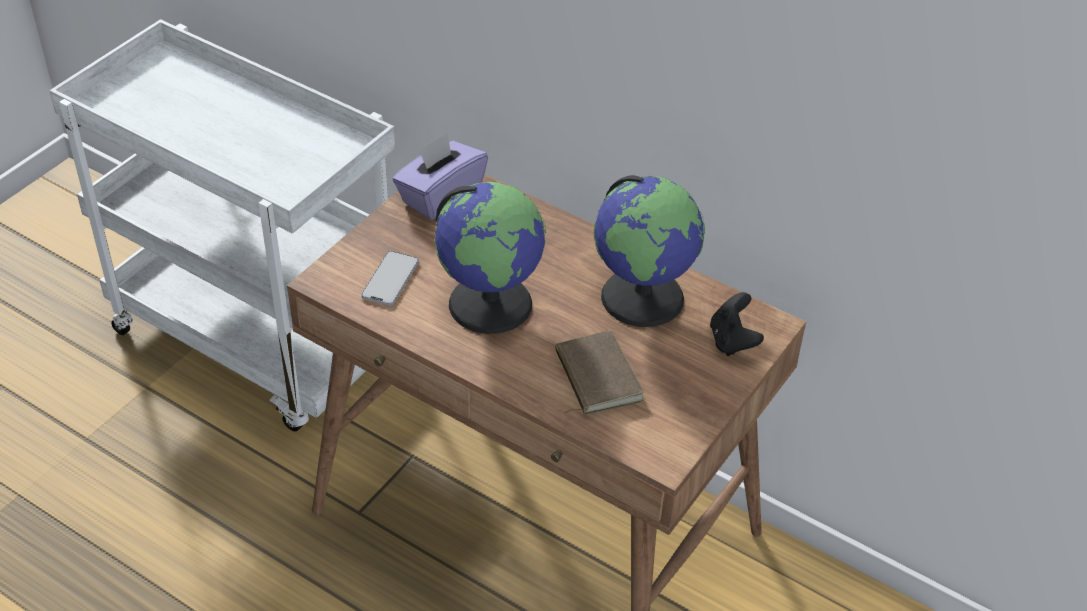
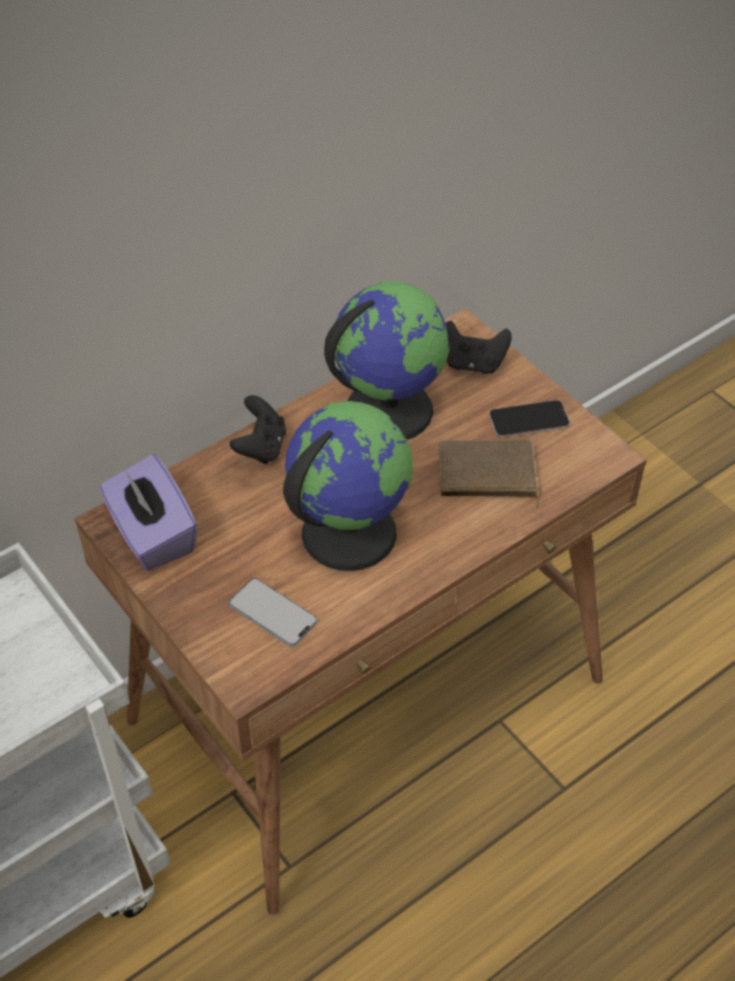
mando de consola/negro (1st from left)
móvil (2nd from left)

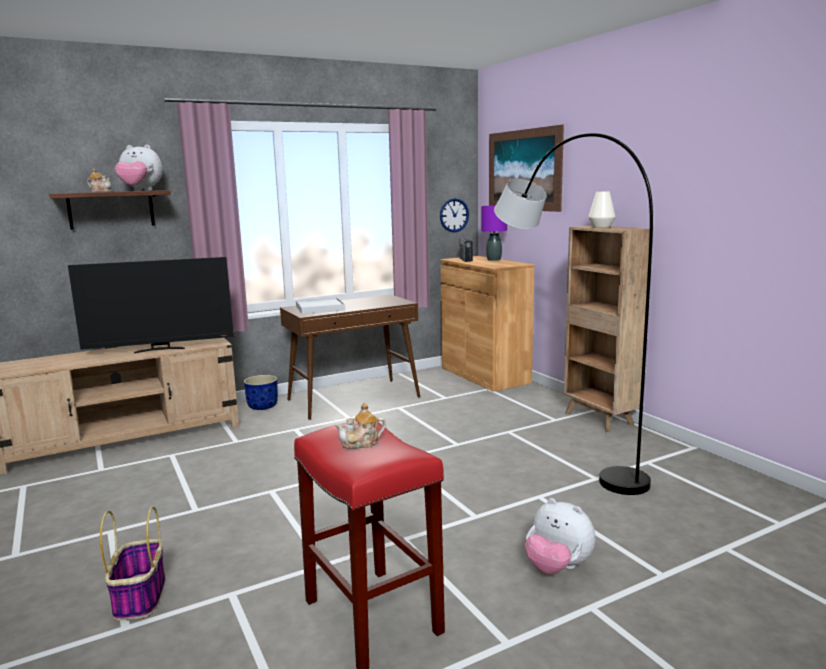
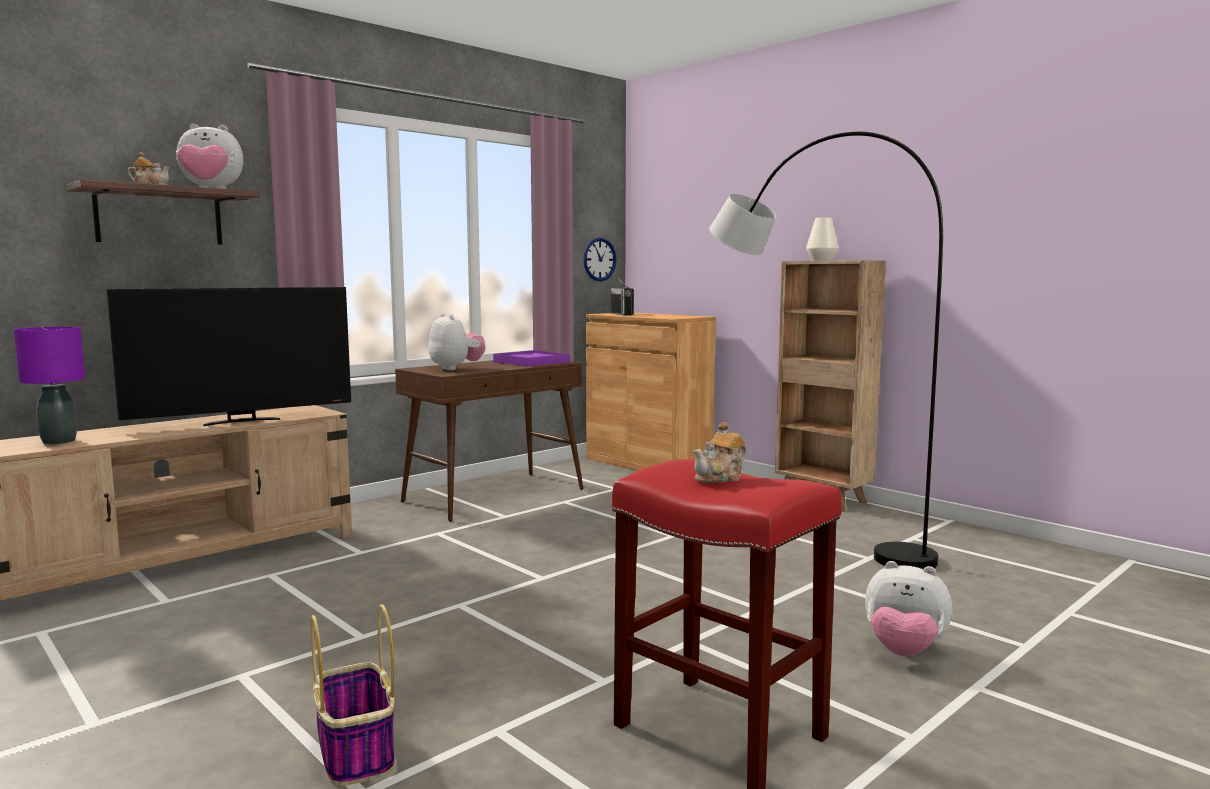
cuadro
lámpara de mesa/morado
peluche (2nd from left)
maceta/azul
bandeja/morado

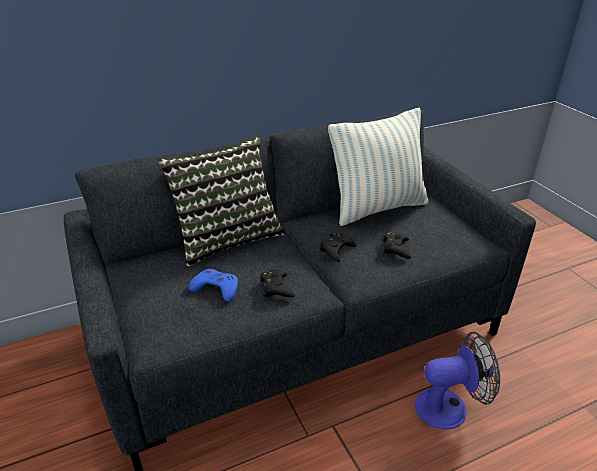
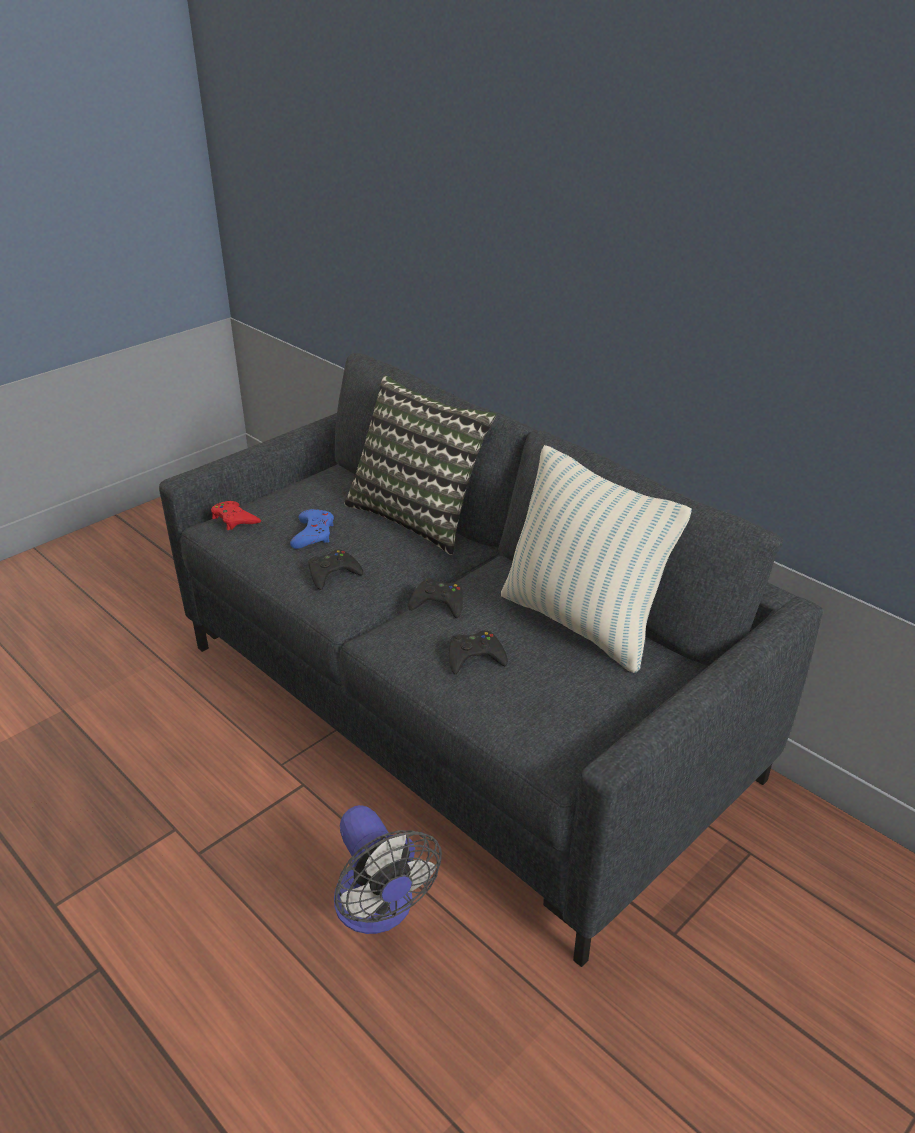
mando de consola/rojo

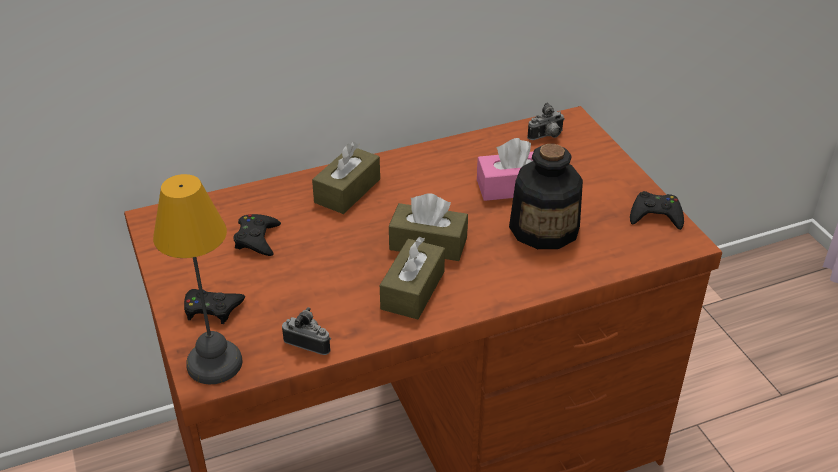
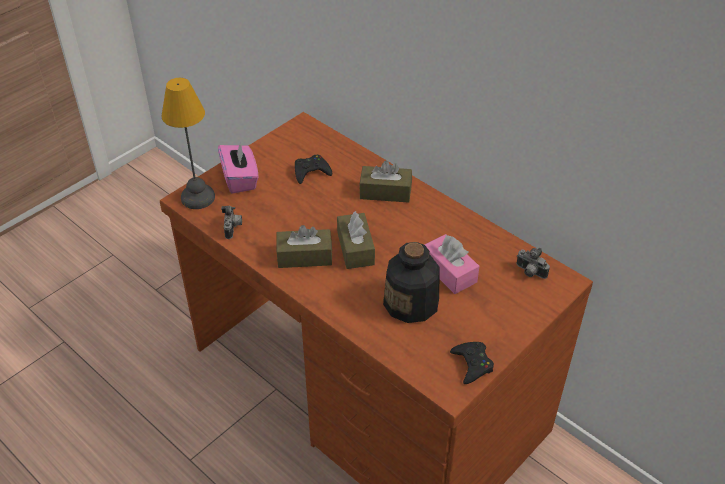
caja de pañuelos/rosa (1st from left)

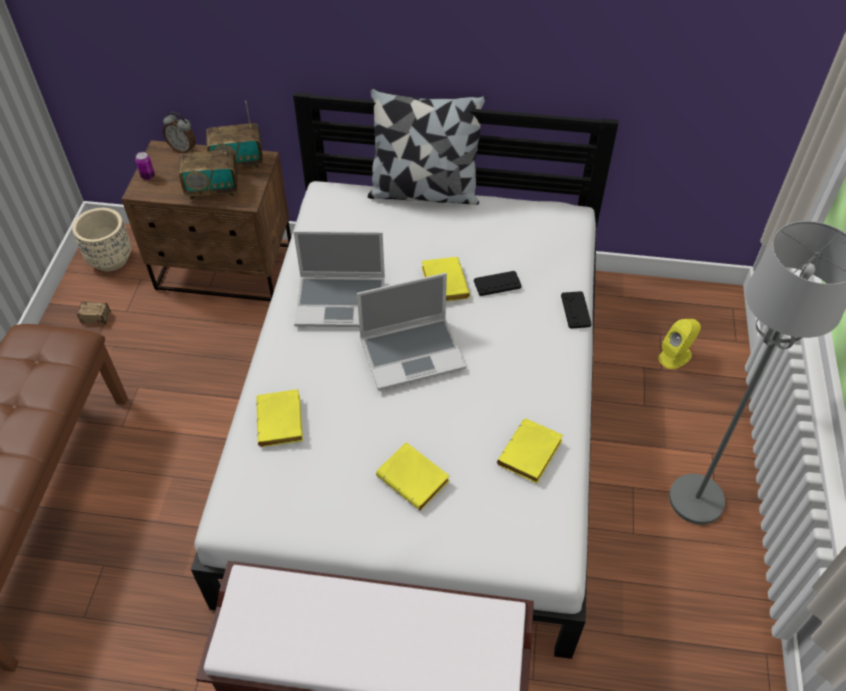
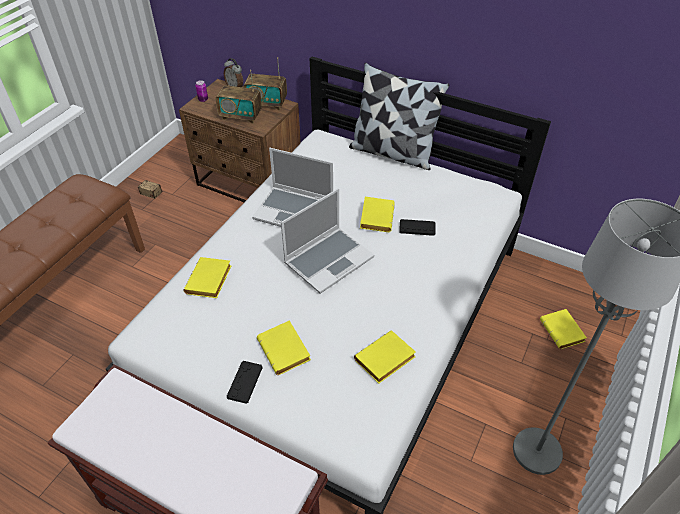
maceta/beis
portátil (2nd from left)
mando de consola/negro (1st from left)
libro/amarillo (5th from left)

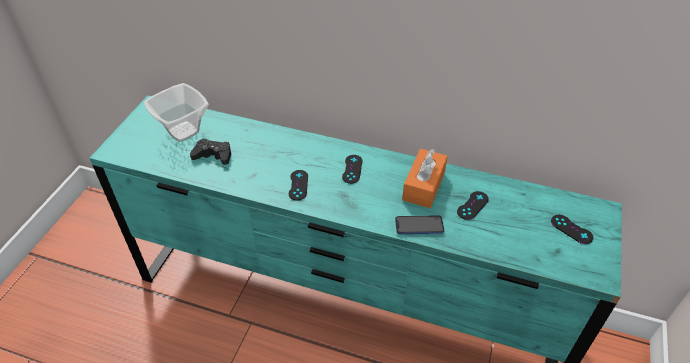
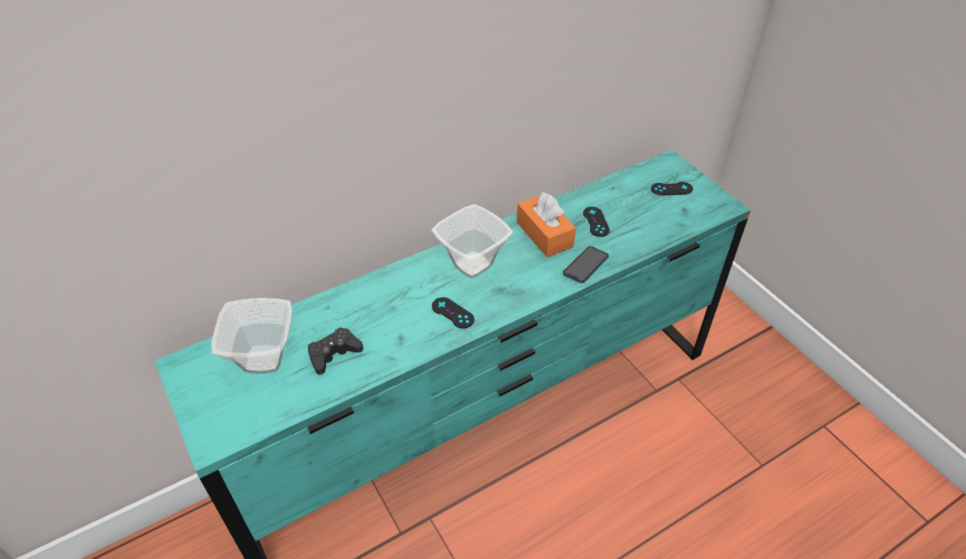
cuenco (2nd from left)

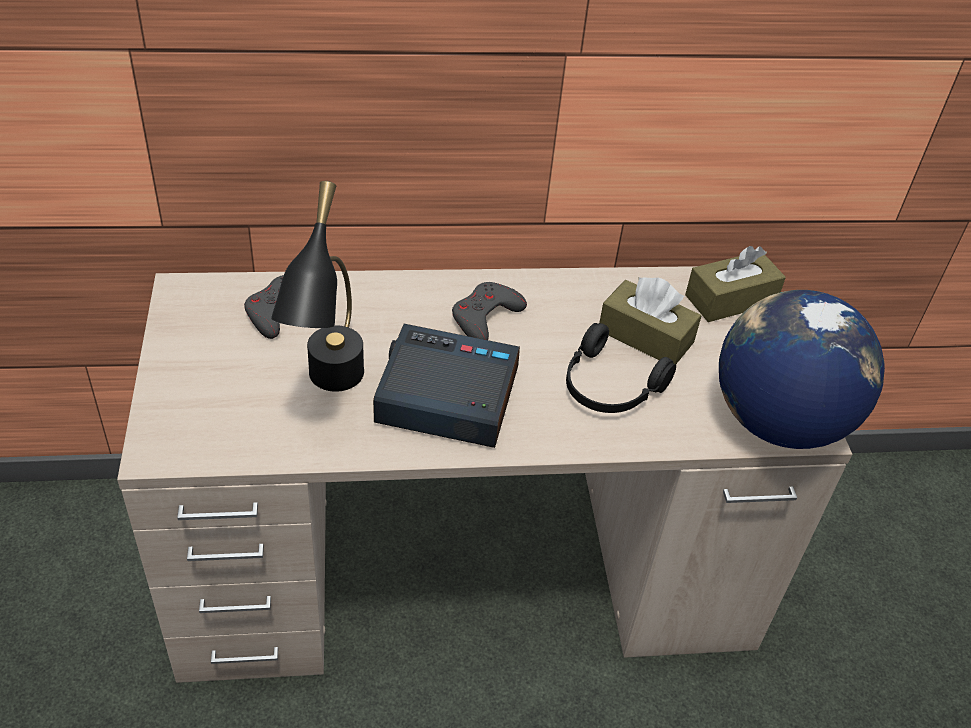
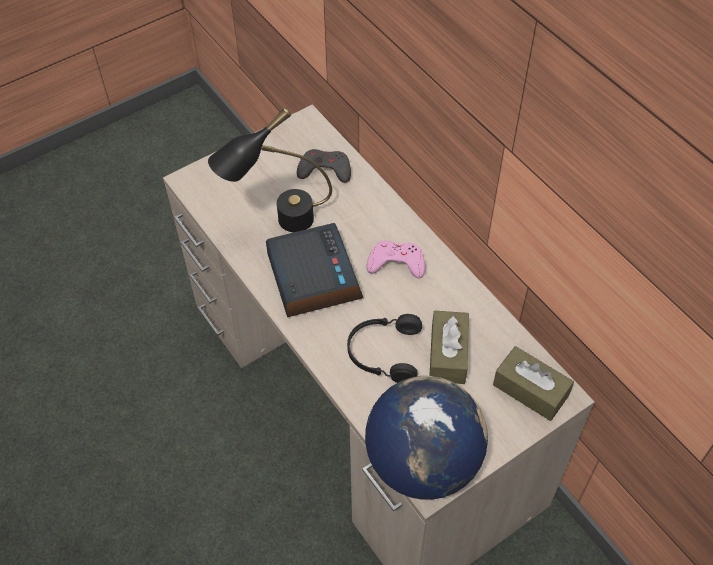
mando de consola/rosa

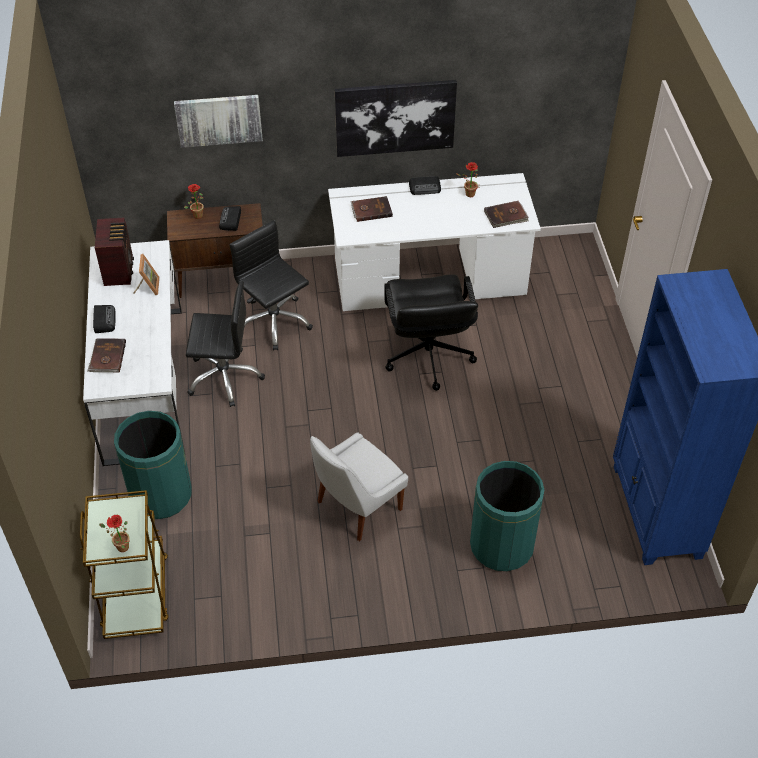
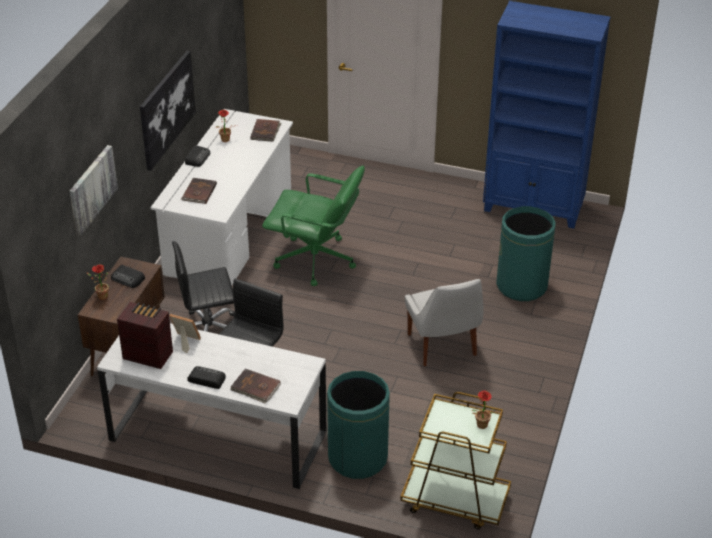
silla de oficina/verde

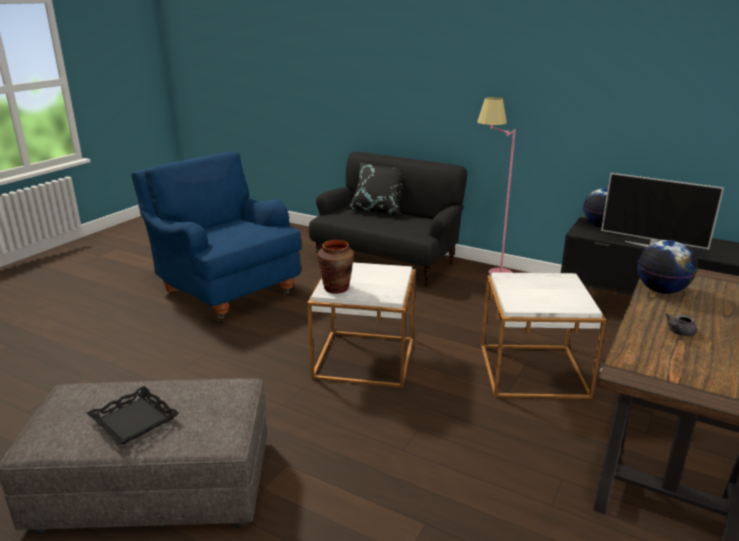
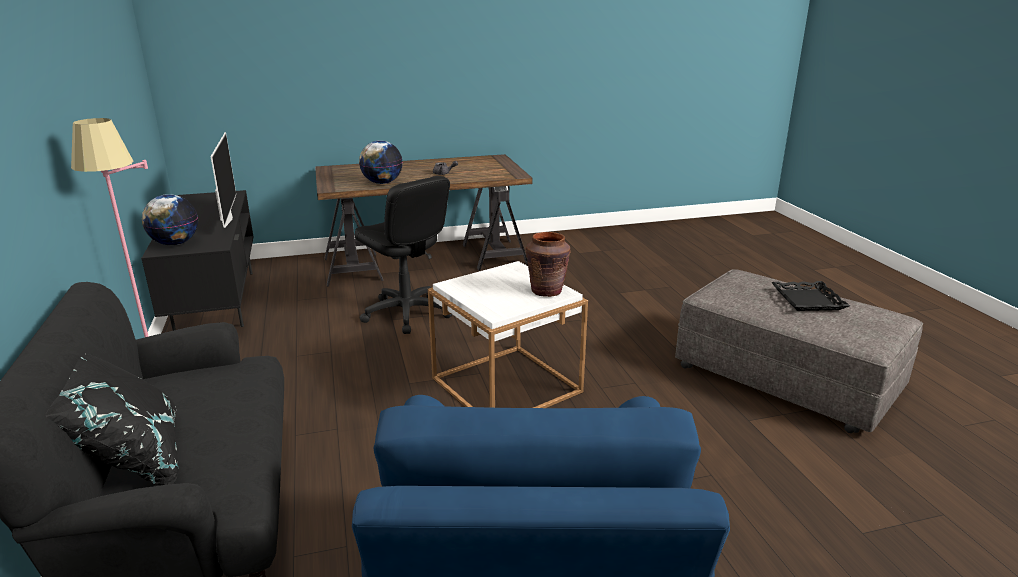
silla de oficina/negro

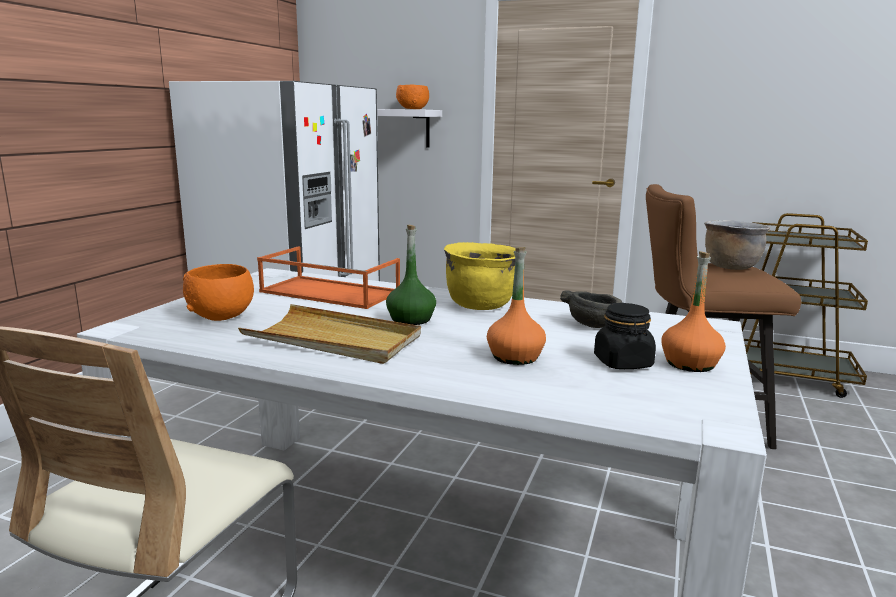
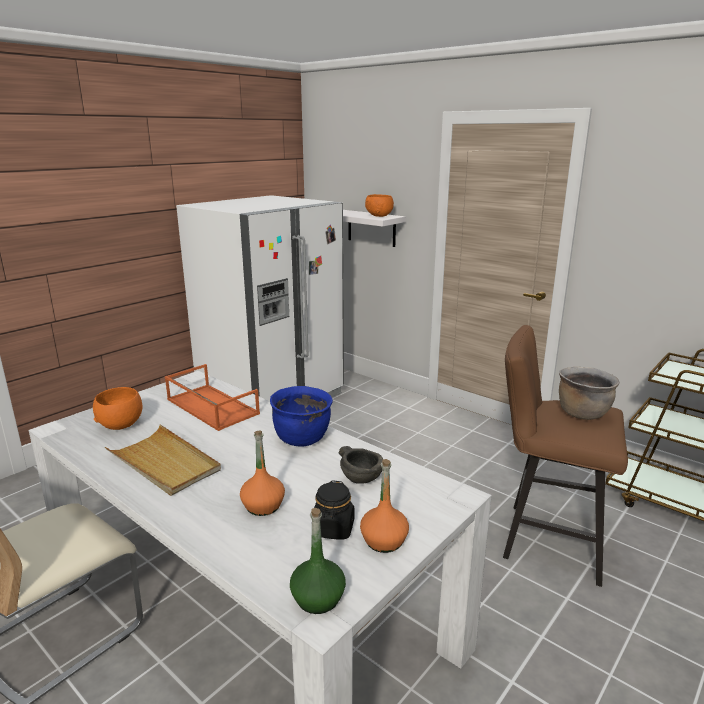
botella/verde
olla/azul

